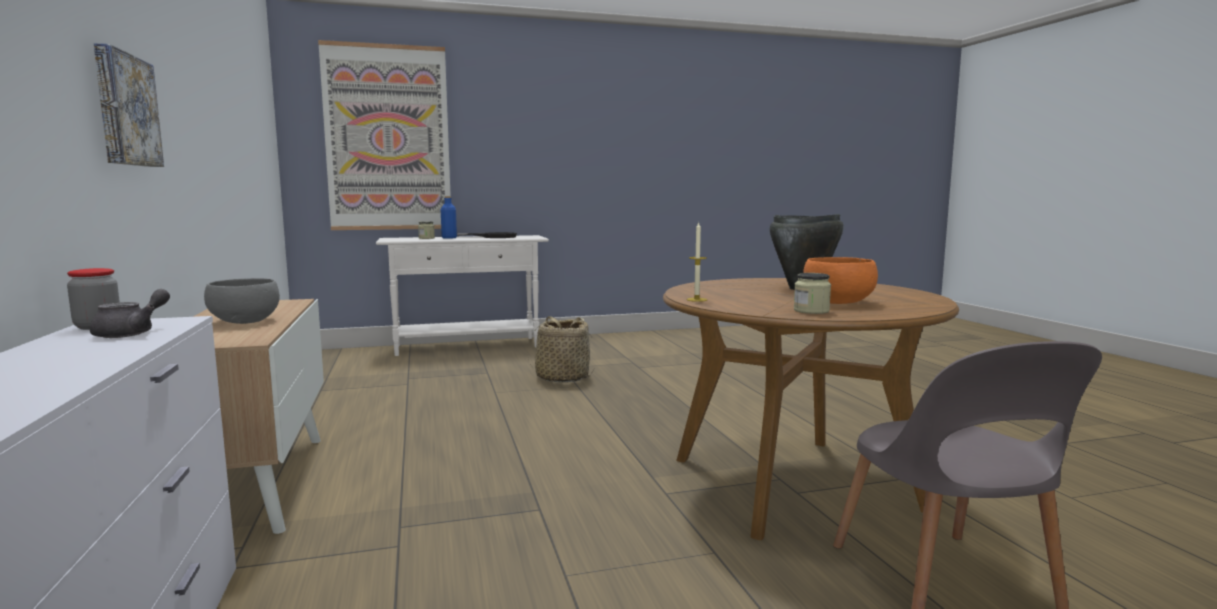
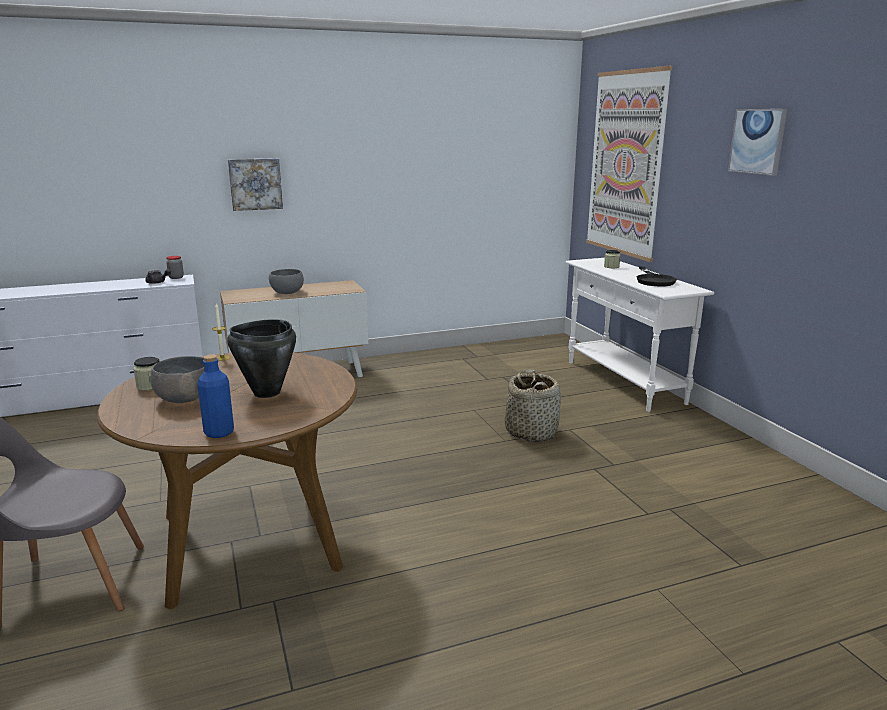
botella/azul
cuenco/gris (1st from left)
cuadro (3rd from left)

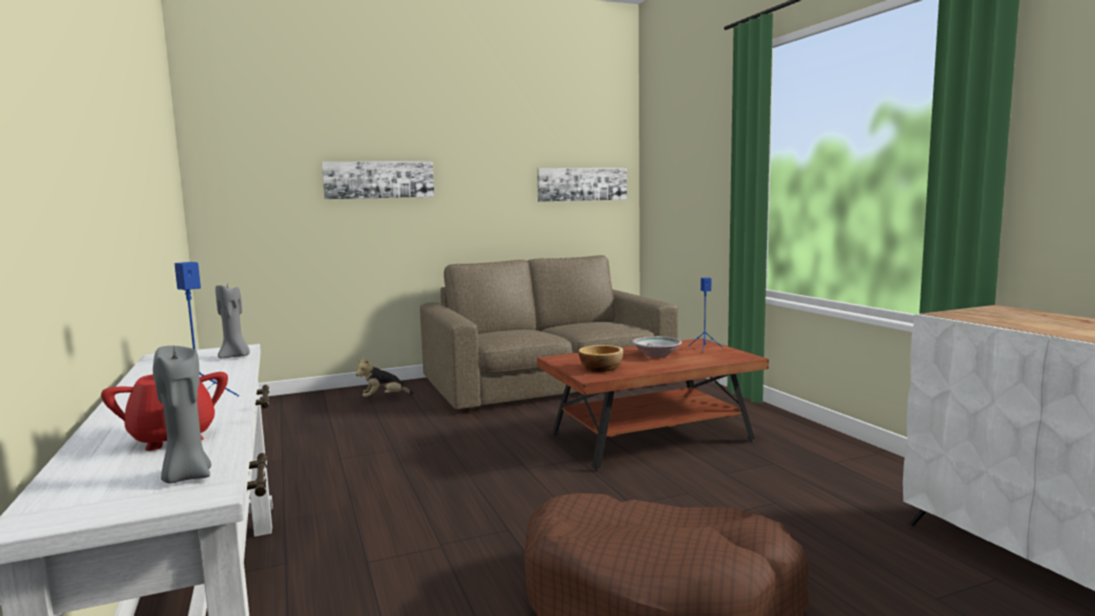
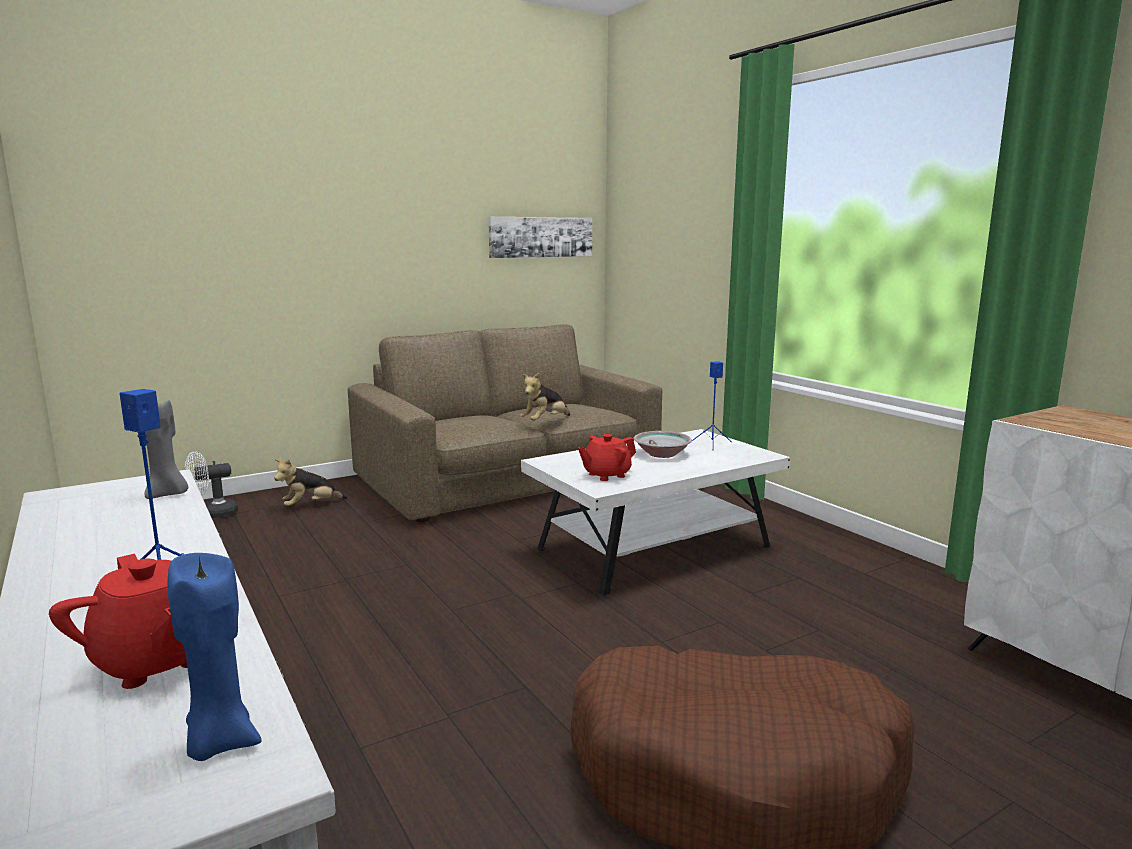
cuadro (1st from left in the first image)
mesa de centro/blanco
tetera/rojo (2nd from left)
vela/azul
peluche (2nd from left)
ventilador/blanco

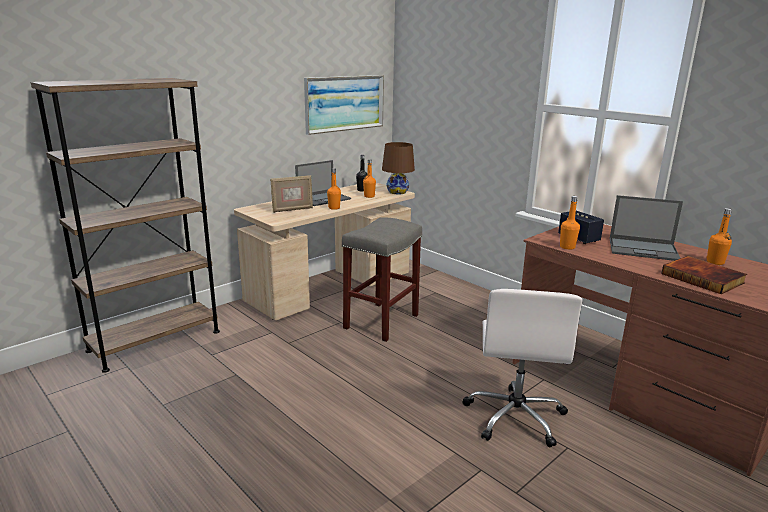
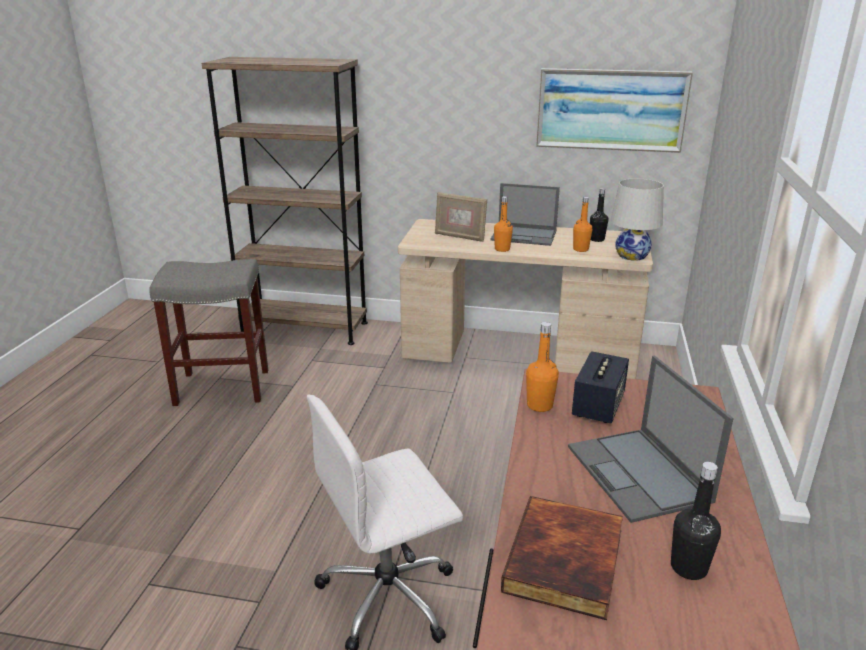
lámpara de mesa/blanco
botella/negro (2nd from left)
taburete/gris

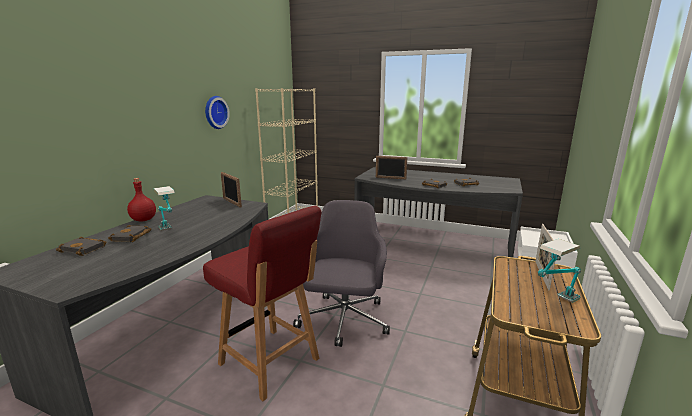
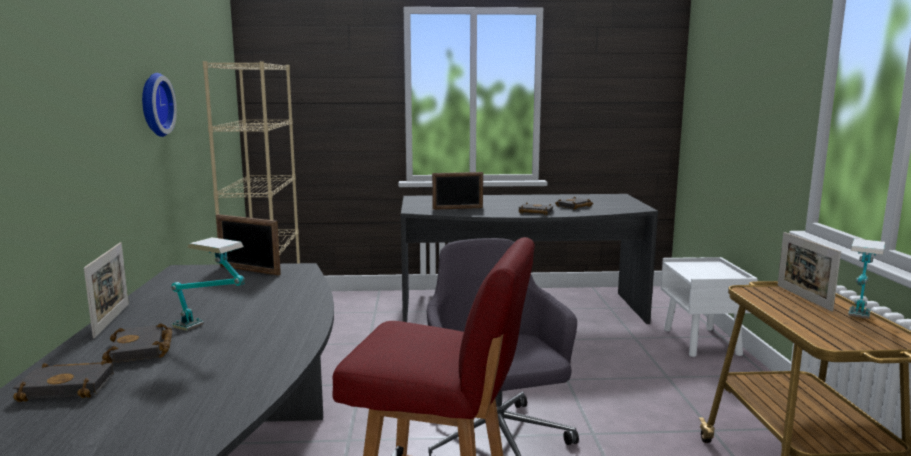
portarretratos (1st from left)

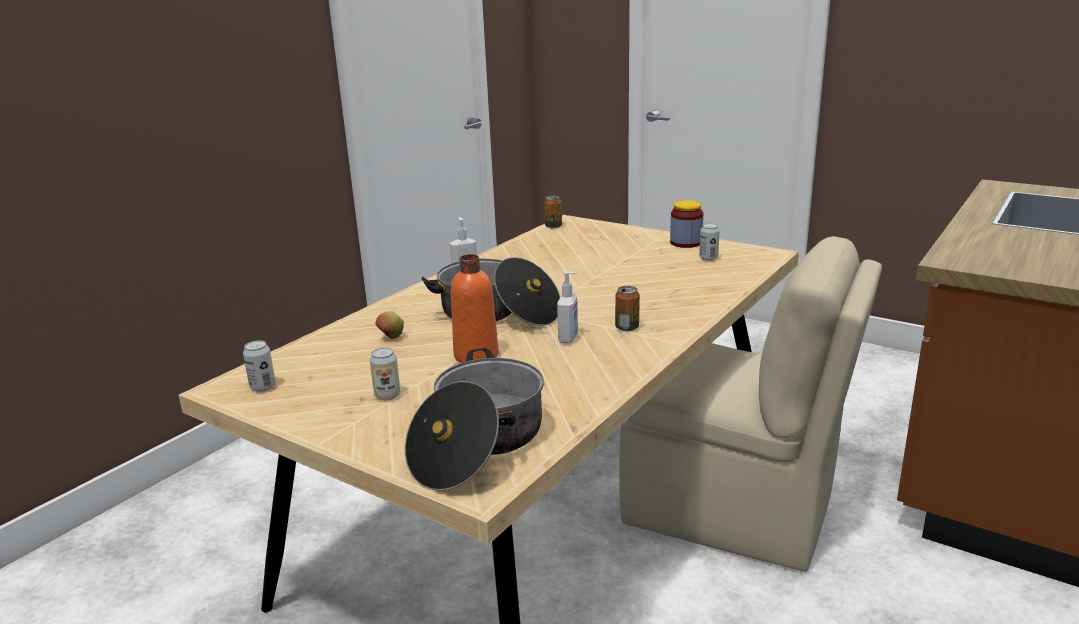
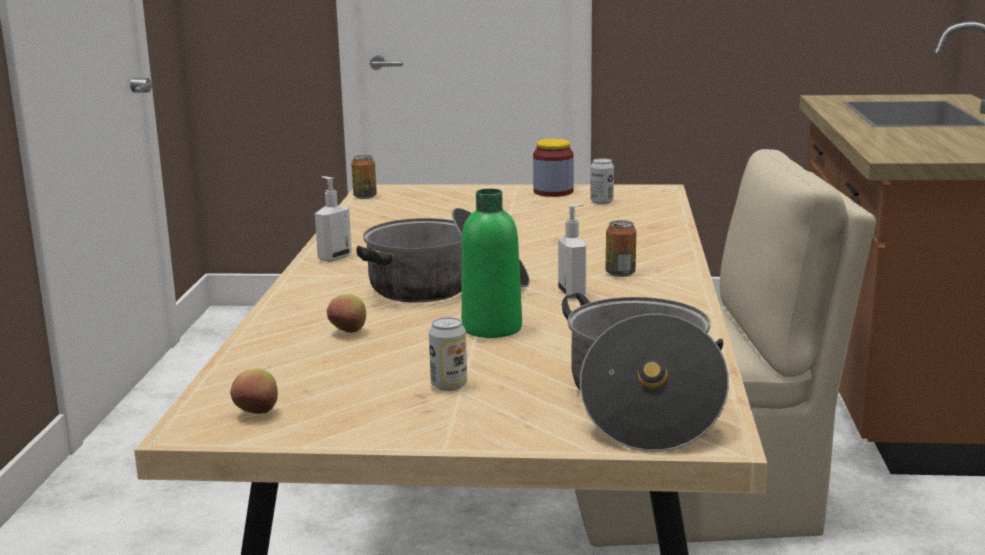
botella/verde
manzana (1st from left)

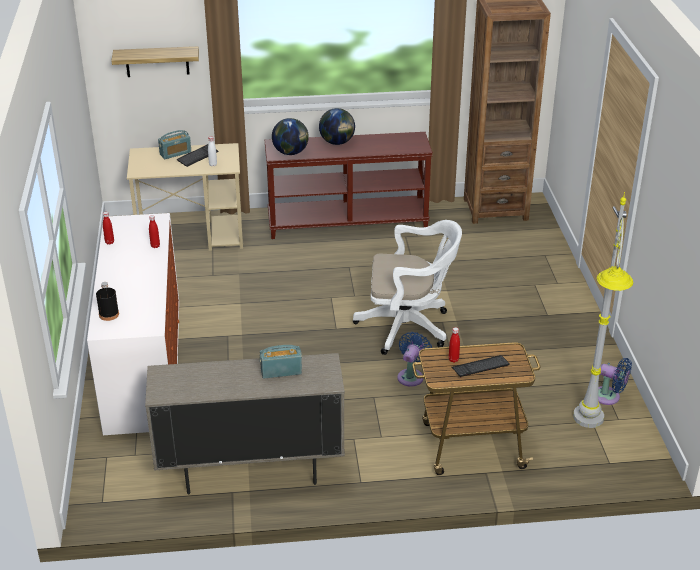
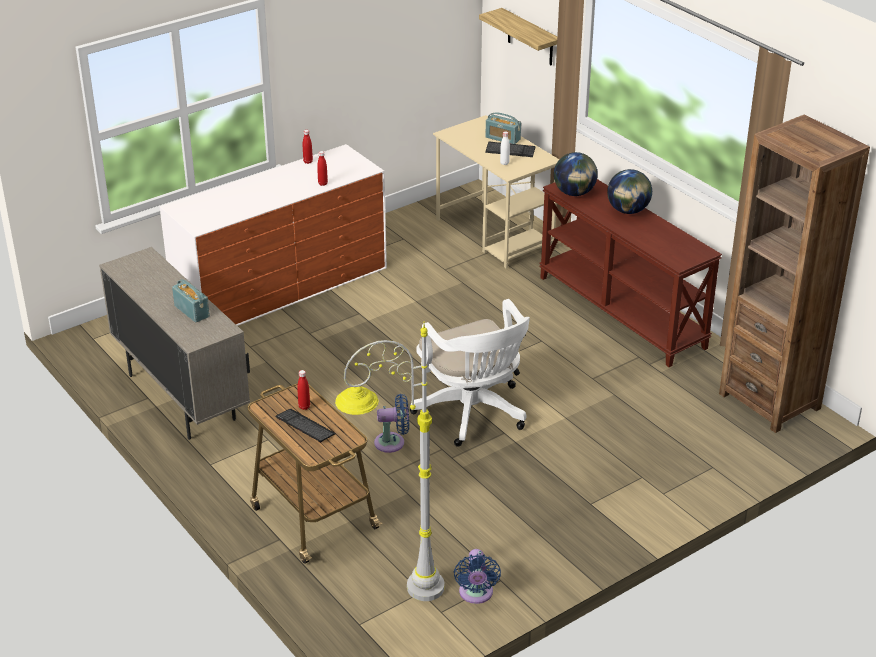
botella/negro

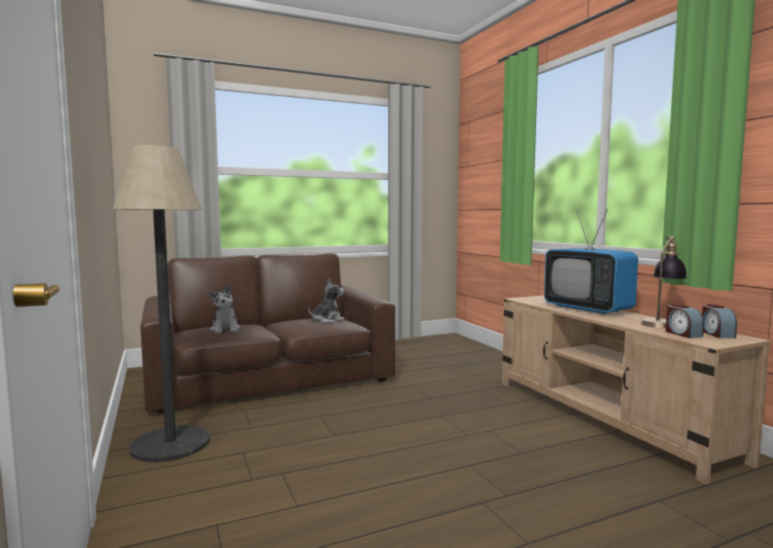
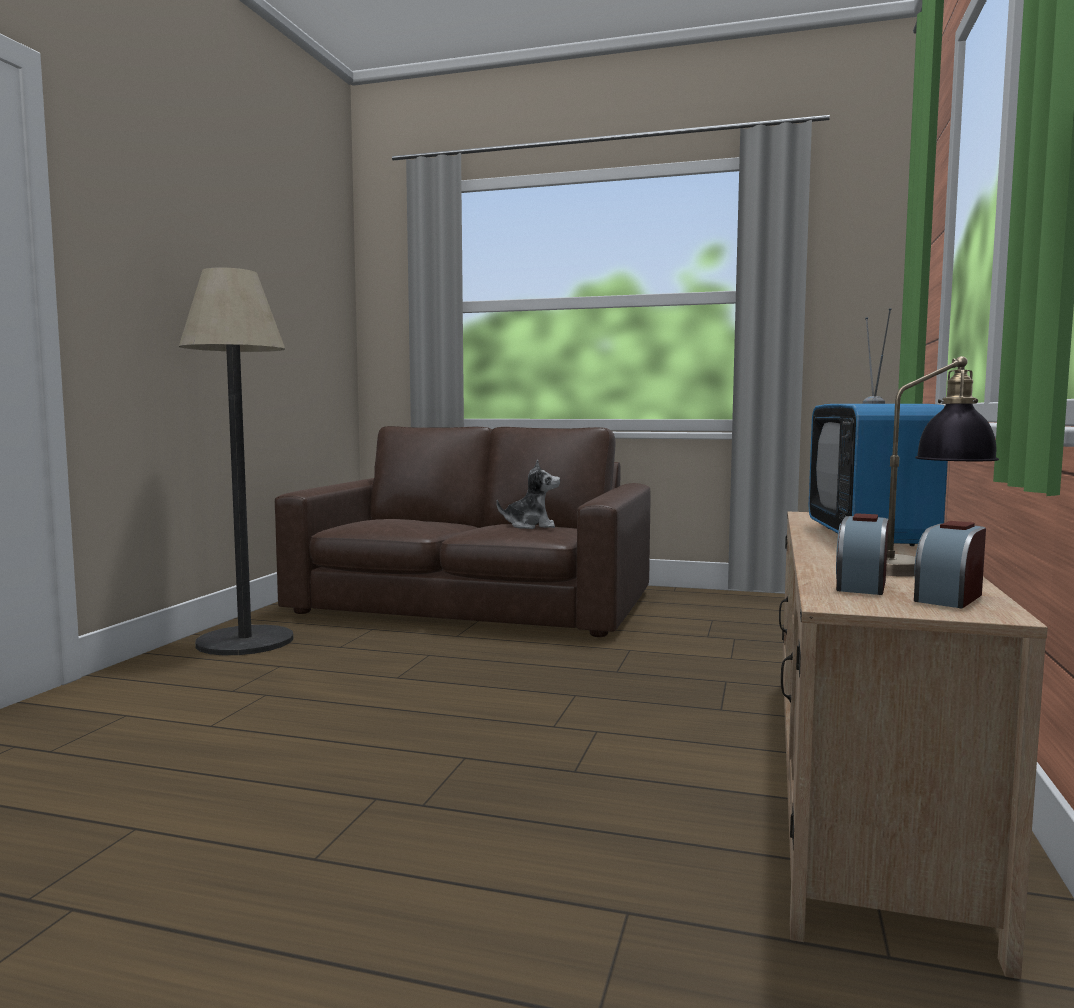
peluche (1st from left in the first image)

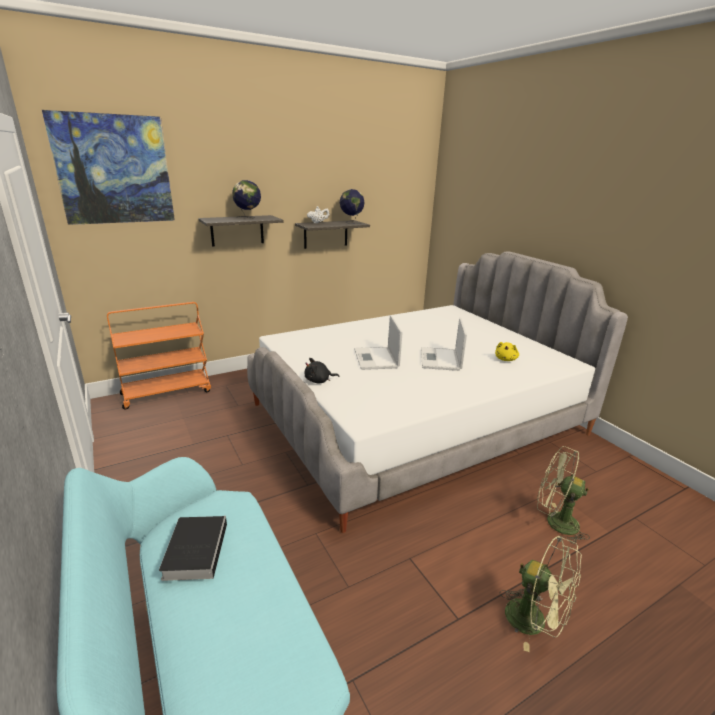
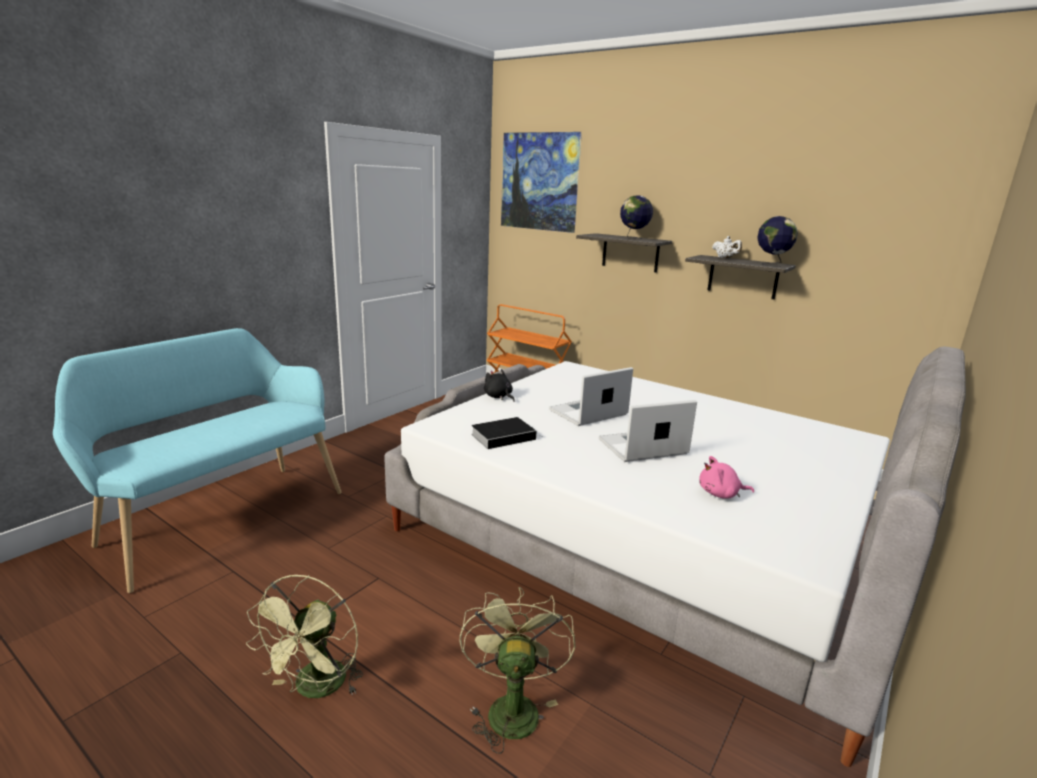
peluche/rosa
libro

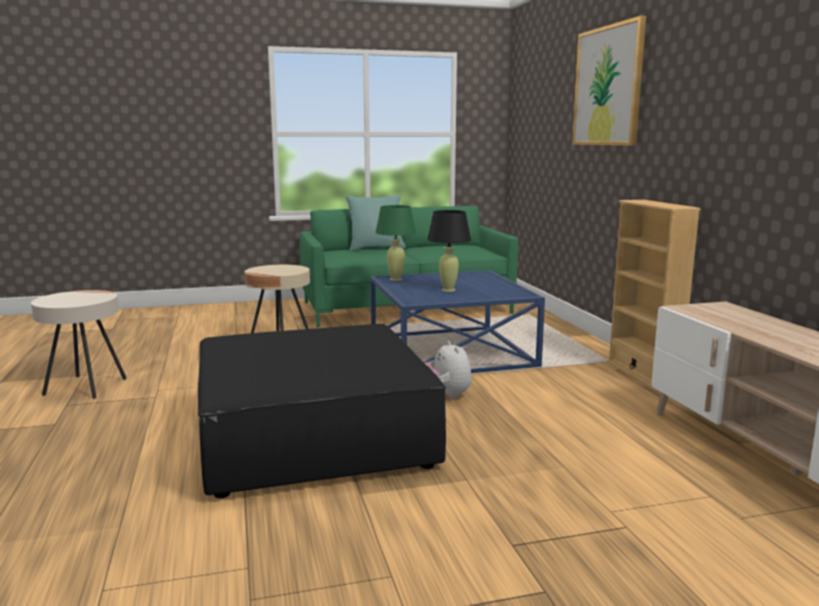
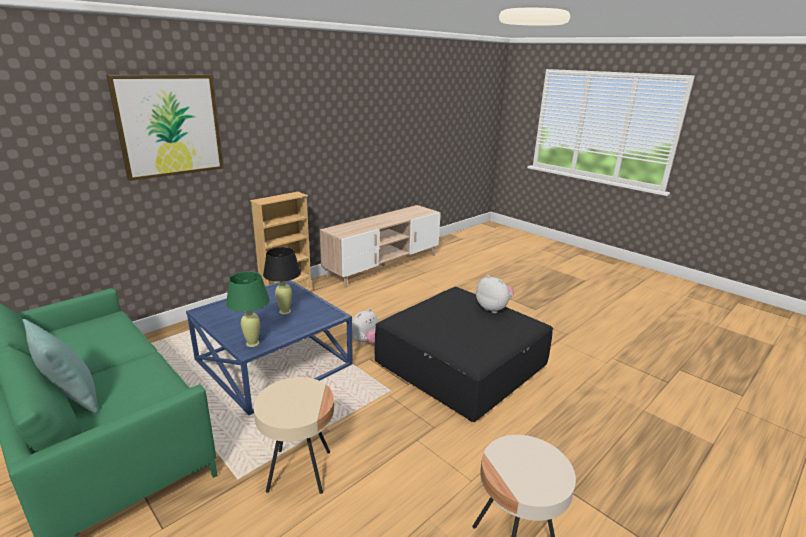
peluche (2nd from left)

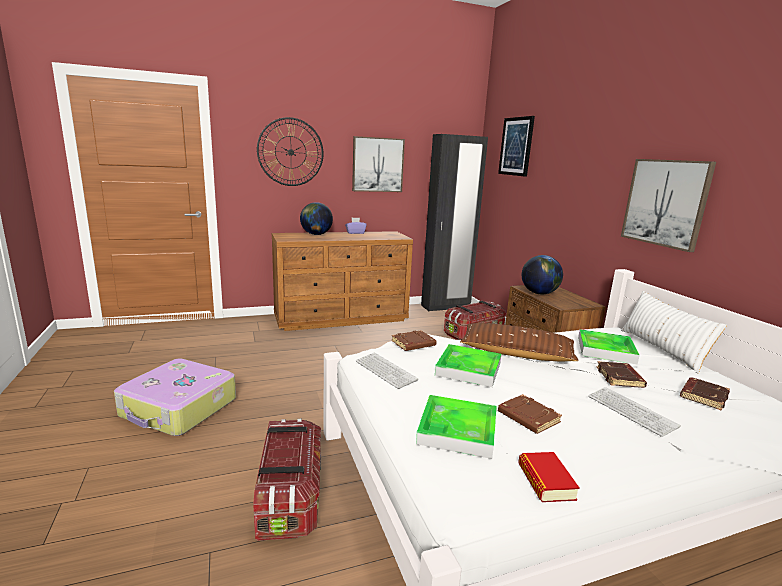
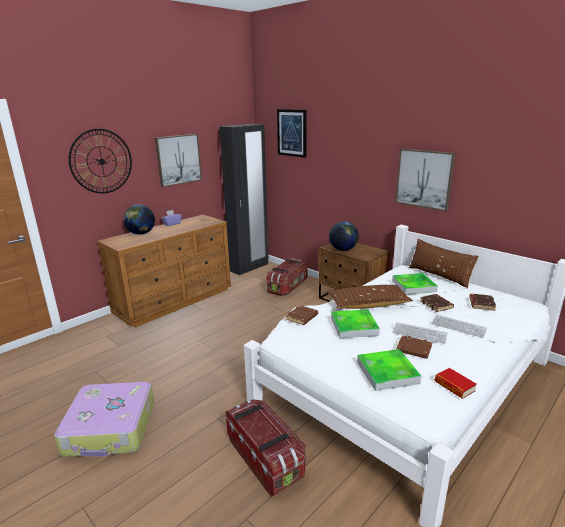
cojín/marrón (2nd from left)
teclado (1st from left)

